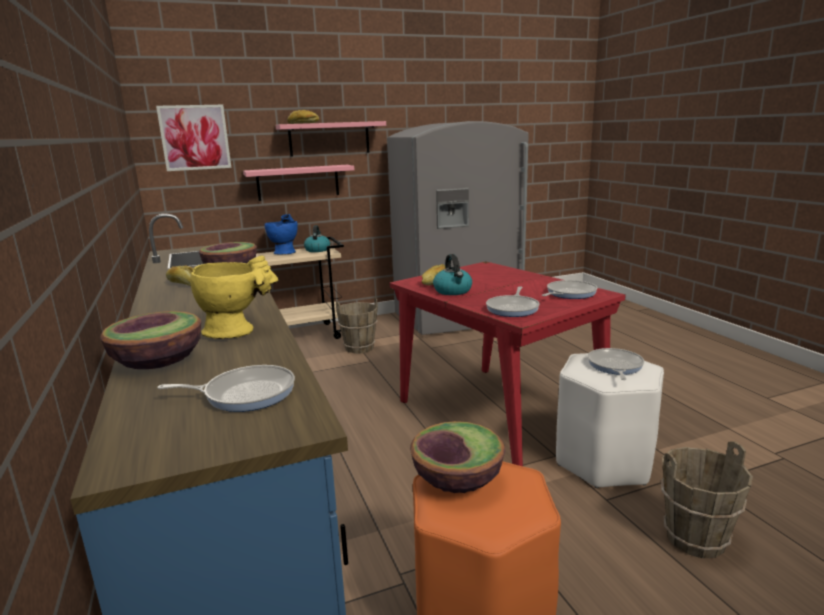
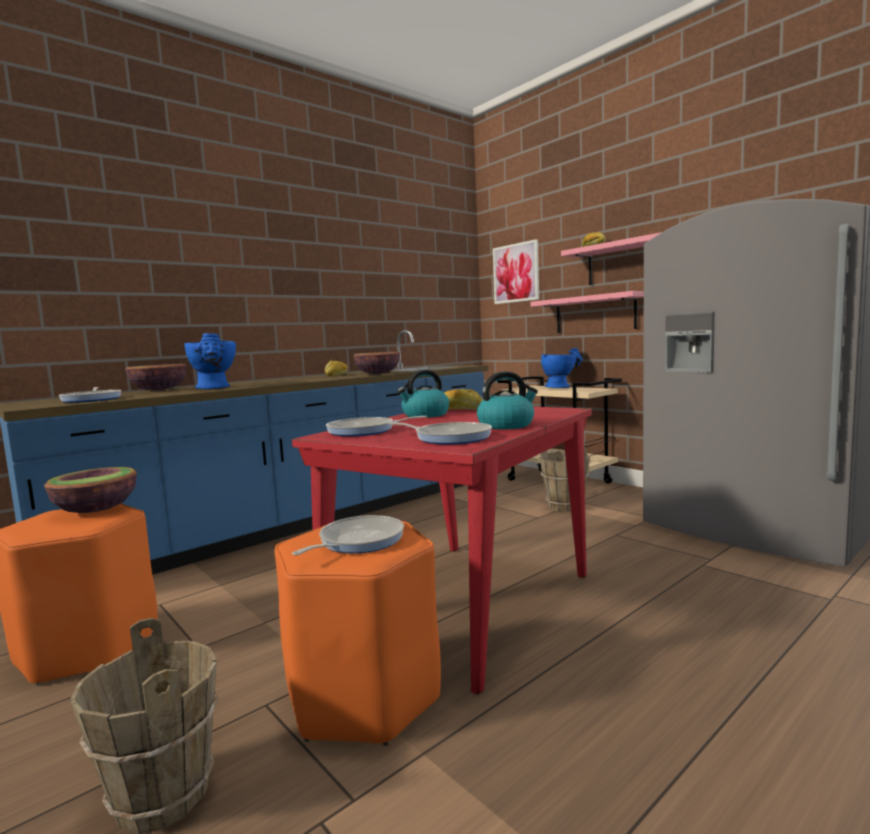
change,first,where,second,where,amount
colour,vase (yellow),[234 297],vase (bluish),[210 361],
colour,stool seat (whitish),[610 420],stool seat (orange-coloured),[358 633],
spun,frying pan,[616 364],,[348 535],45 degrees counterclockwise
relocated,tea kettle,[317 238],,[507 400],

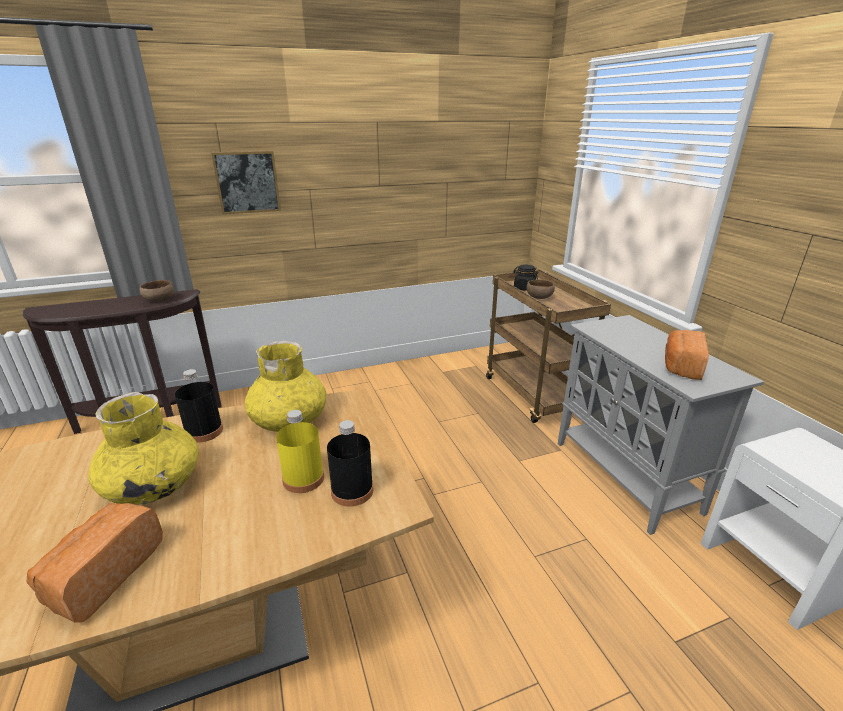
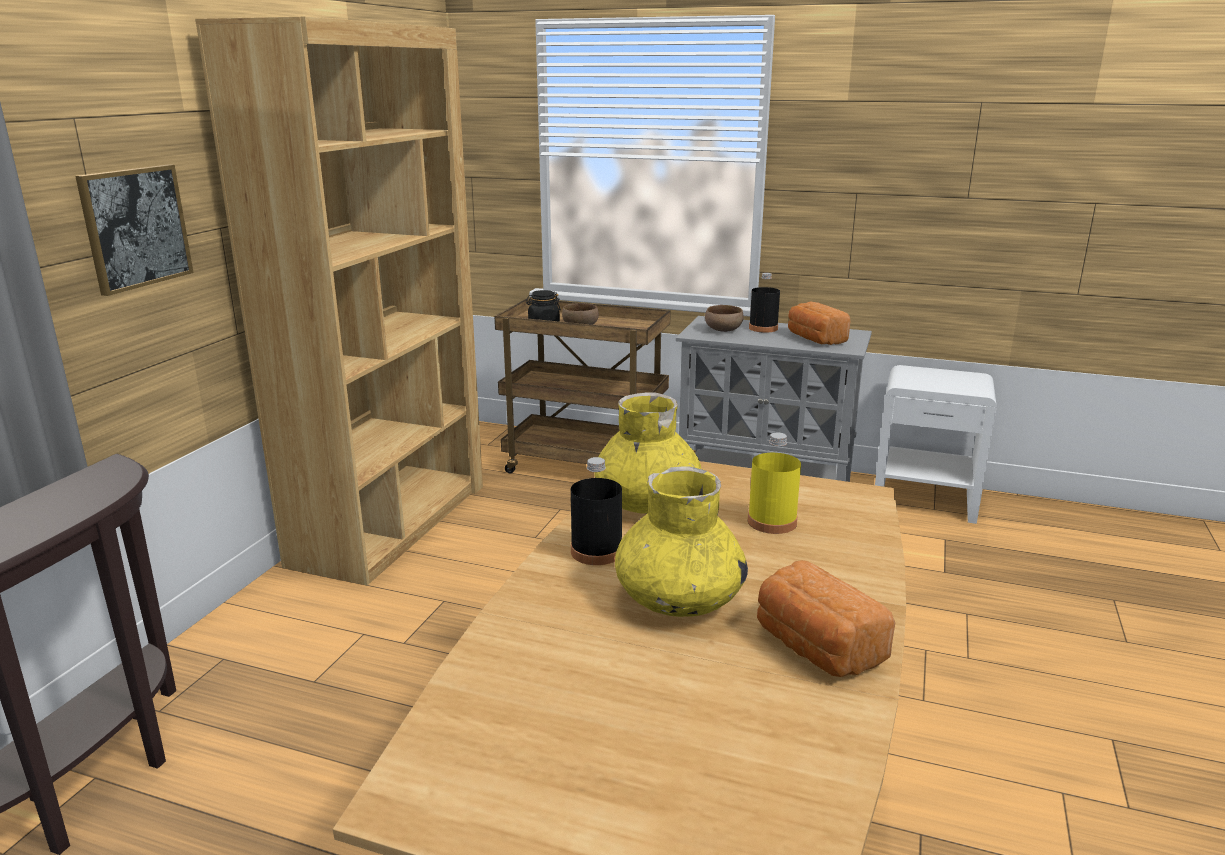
change,first,where,second,where,amount
appeared,,,shelving unit (brown),[339 300],
relocated,bowl (brown),[157 291],,[724 318],
relocated,drink bottle (black),[350 463],,[764 303],

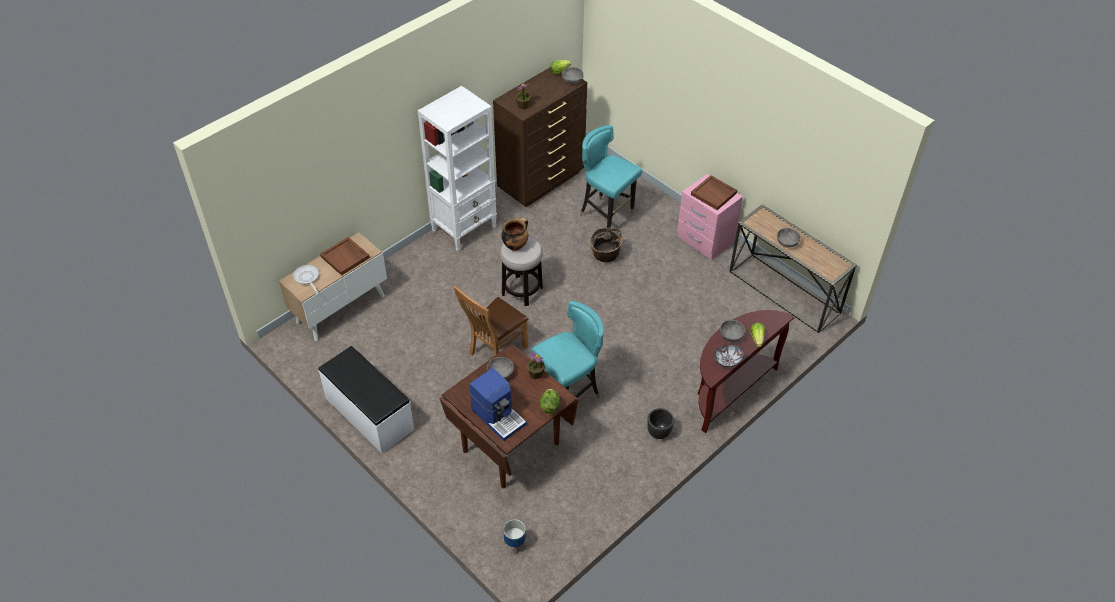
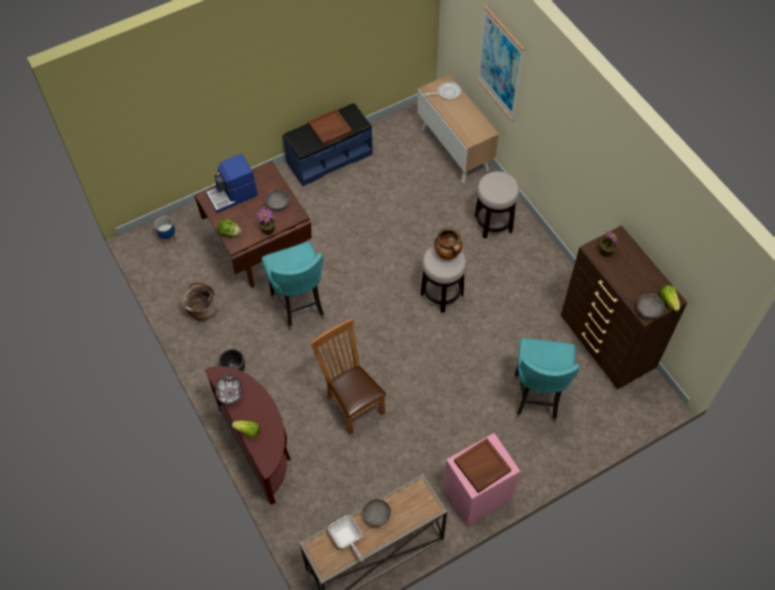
change,first,where,second,where,amount
relocated,basket,[606 245],,[199 301],
colour,long seat (whitish),[366 399],long seat (bluish),[328 144],
relocated,serving tray (brown),[345 256],,[330 127],
relocated,plain chair (brown),[491 321],,[348 376],
appeared,,,frying pan,[346 538],
appeared,,,stool seat,[497 205],
appeared,,,picture,[501 63],
spun,plain chair (turquoise-coloured),[611 176],,[547 380],135 degrees clockwise
missing,shelving unit (whitish),[457 169],,,
missing,bowl (gray),[732 331],,,

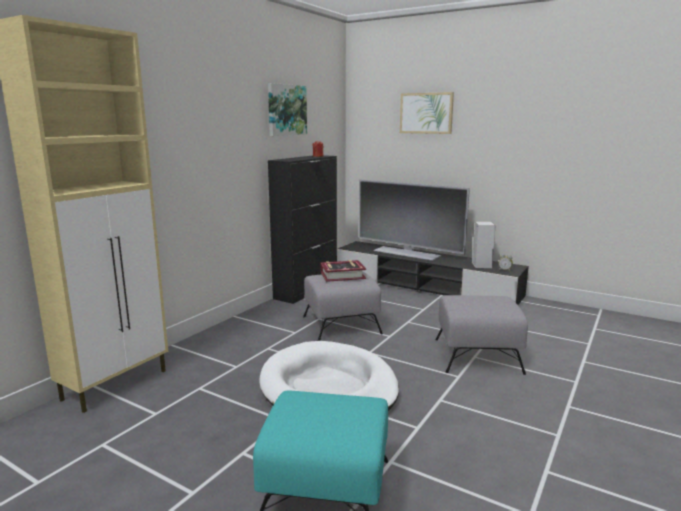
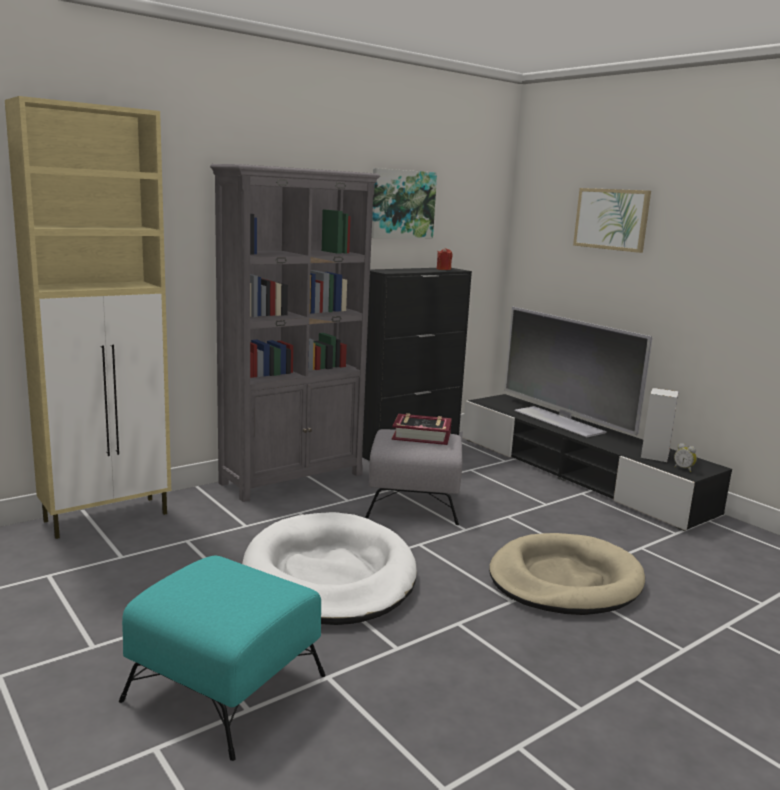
change,first,where,second,where,amount
appeared,,,shelving unit (gray),[295 333],
exchanged,pouffe (gray),[481 335],dog cushion (sand-coloured),[567 574],

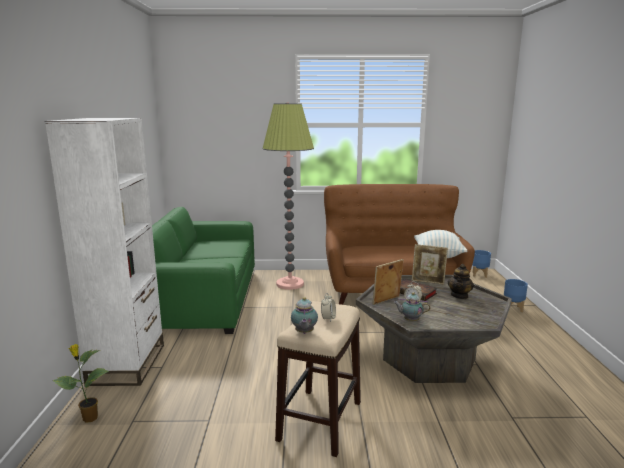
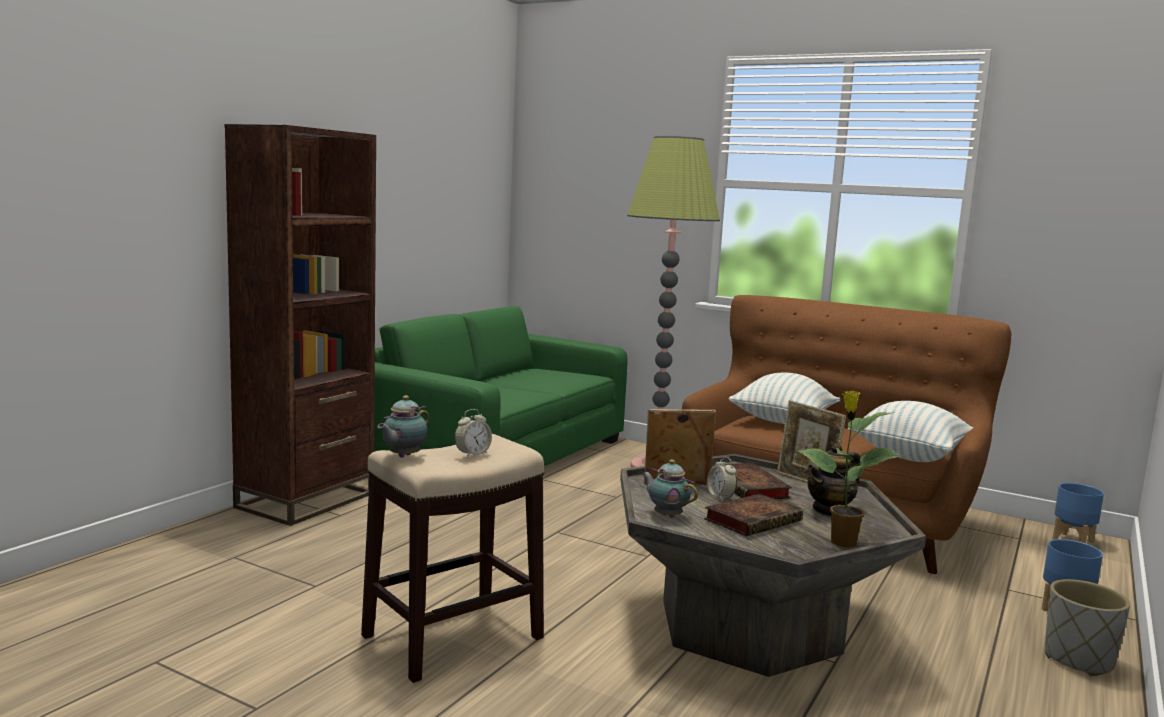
change,first,where,second,where,amount
colour,shelving unit (whitish),[104 252],shelving unit (brown),[300 325],
appeared,,,volume,[753 515],
appeared,,,cushion,[784 398],
relocated,potted plant,[81 383],,[850 469],
appeared,,,plant pot (gray),[1087 627],

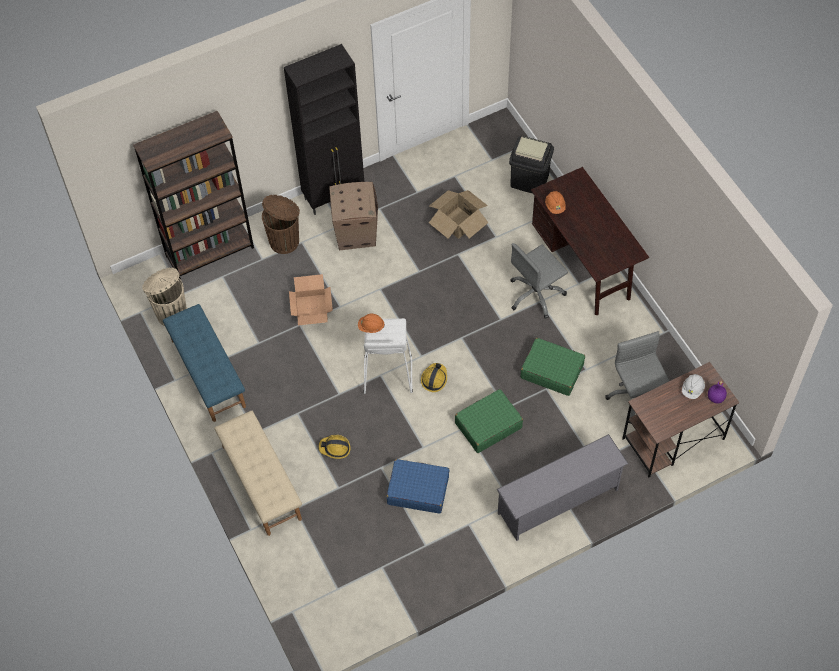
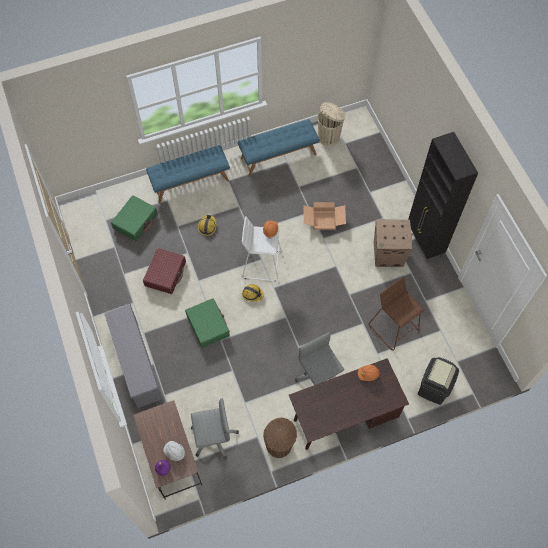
change,first,where,second,where,amount
relocated,suitcase (greenish),[552 367],,[134 218],
colour,suitcase (bluish),[417 486],suitcase (red),[164 271],
colour,long seat (sand-coloured),[258 473],long seat (bluish),[188 174],
relocated,waste bin (brown),[281 224],,[280 438],
exchanged,carton,[459 214],stool seat (brown),[396 314],
missing,shelving unit (brown),[193 195],,,

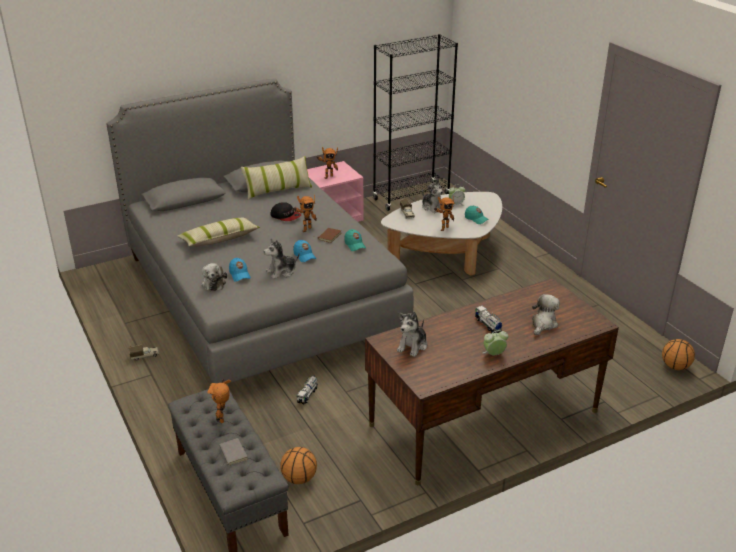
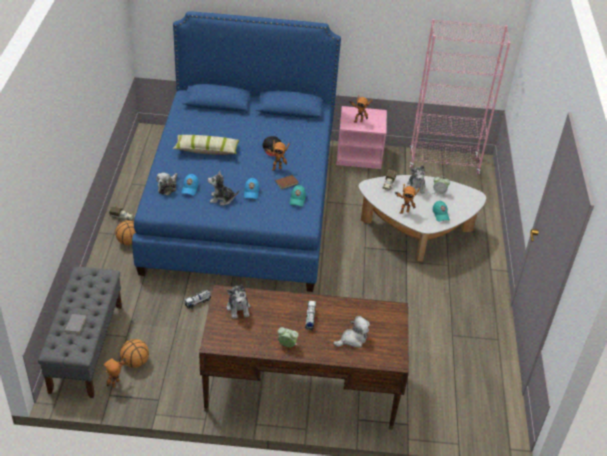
change,first,where,second,where,amount
relocated,robot figure,[219 400],,[115 373],
relocated,basketball ball,[678 354],,[125 232],
colour,bed (gray),[260 231],bed (bluish),[236 151],
spun,cuddly toy,[412 334],,[238 301],75 degrees counterclockwise
colour,shelving unit (black),[415 122],shelving unit (pinkish),[460 96],
missing,cushion,[276 178],,,

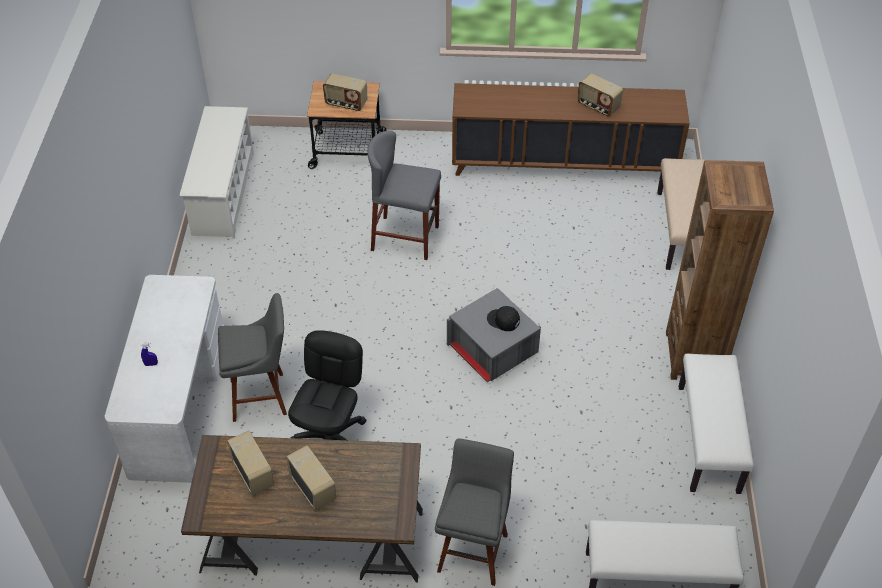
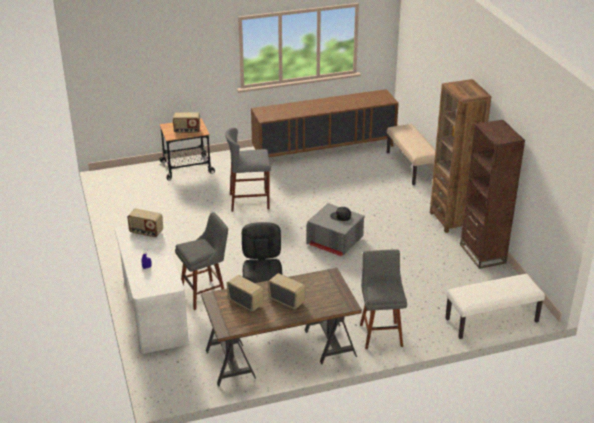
change,first,where,second,where,amount
relocated,radio receiver,[600 95],,[145 223],
exchanged,long seat (whitish),[716 423],shelving unit (brown),[492 194],
missing,shoe shelf (whitish),[217 172],,,

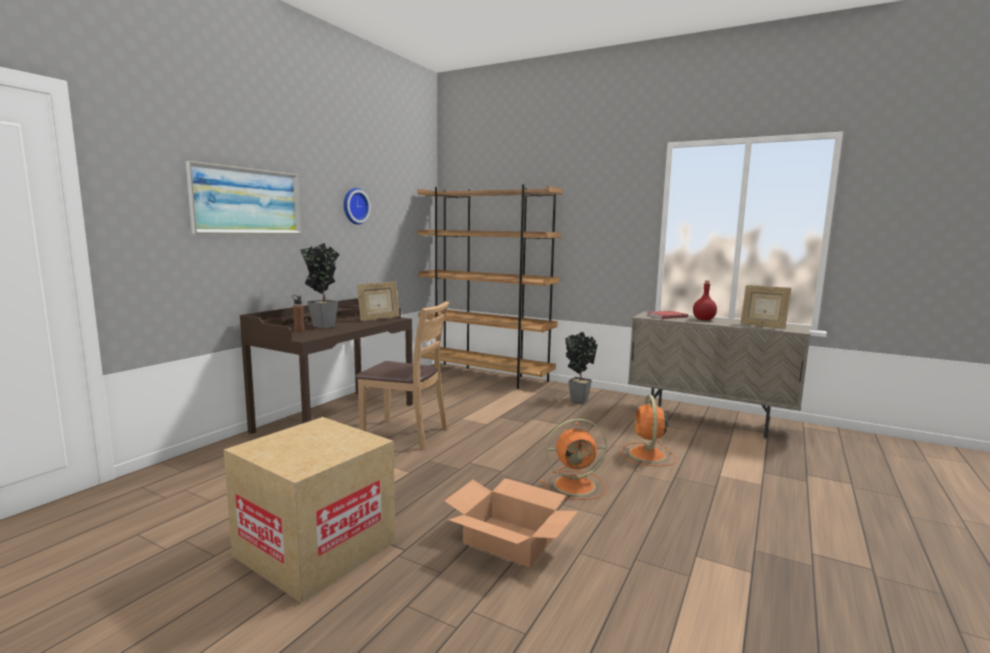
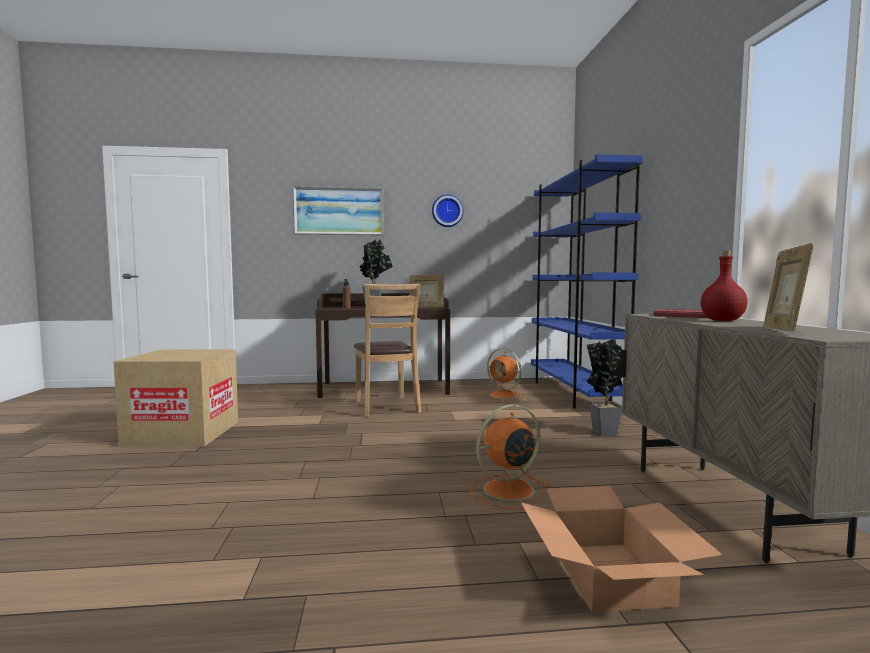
change,first,where,second,where,amount
relocated,fan (orange-coloured),[574 459],,[504 374],
relocated,carton,[511 522],,[621 549],
colour,shelving unit (brown),[490 286],shelving unit (bluish),[587 281],

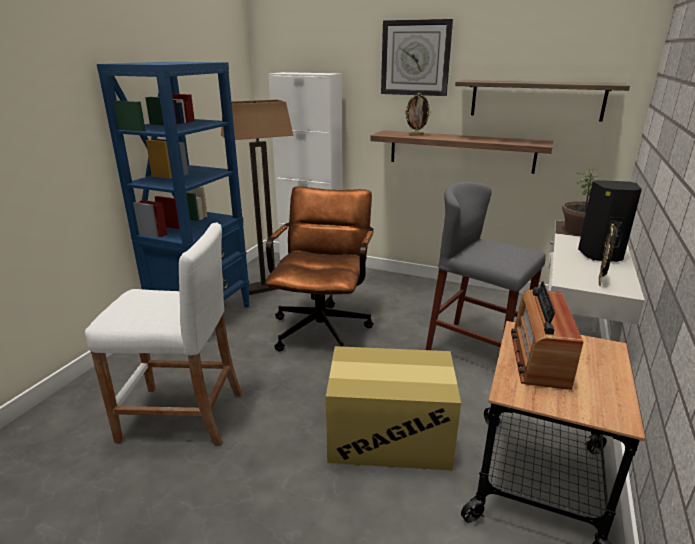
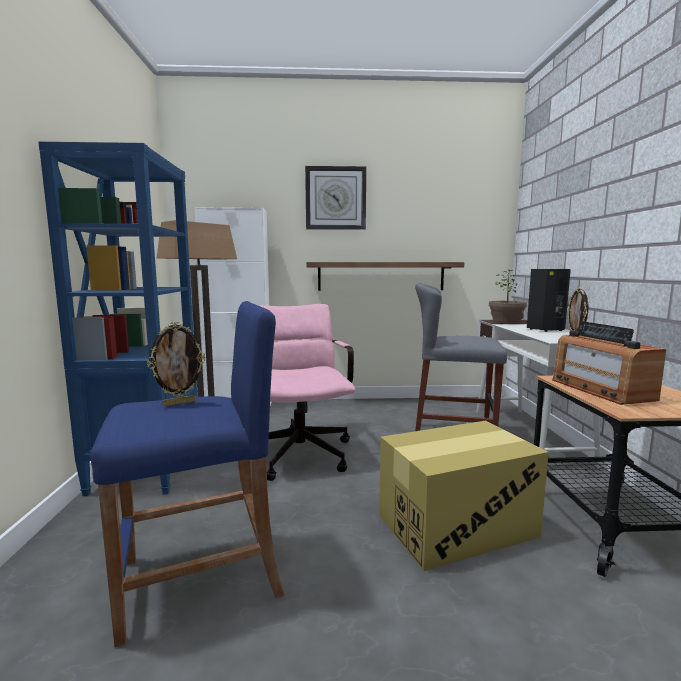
change,first,where,second,where,amount
colour,stool seat (whitish),[163 334],stool seat (bluish),[187 474],
relocated,photo frame,[418 114],,[176 364],
colour,desk chair (brown),[319 268],desk chair (pinkish),[307 392],
missing,bracket shelf,[542 100],,,

